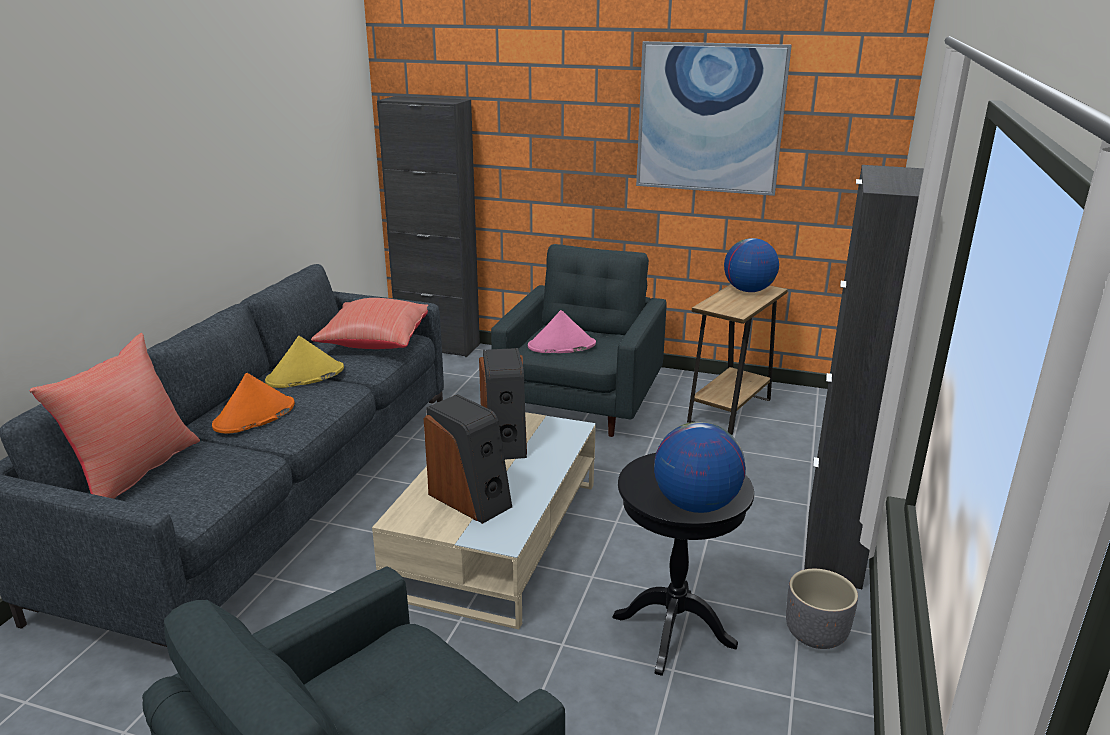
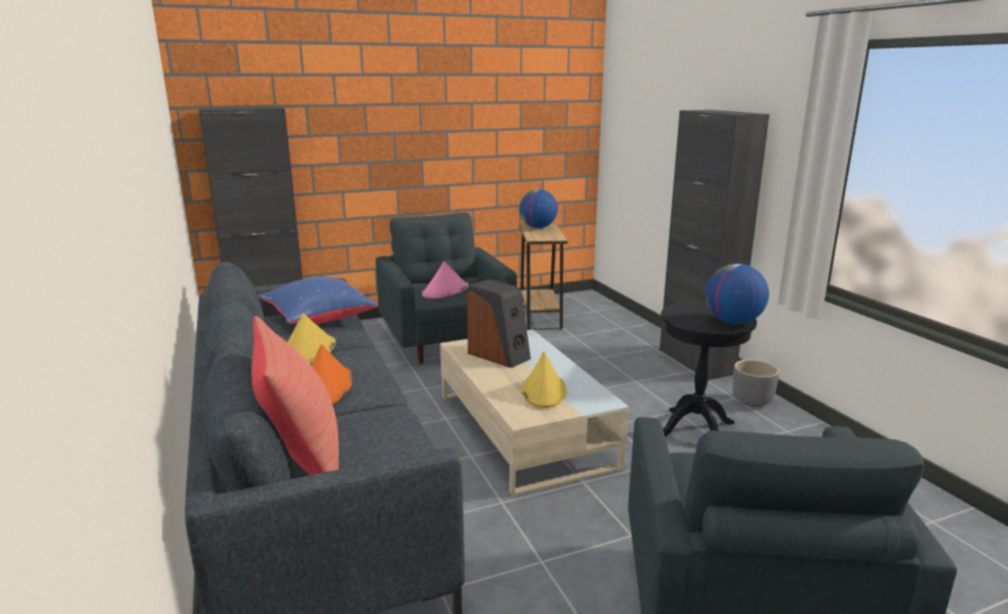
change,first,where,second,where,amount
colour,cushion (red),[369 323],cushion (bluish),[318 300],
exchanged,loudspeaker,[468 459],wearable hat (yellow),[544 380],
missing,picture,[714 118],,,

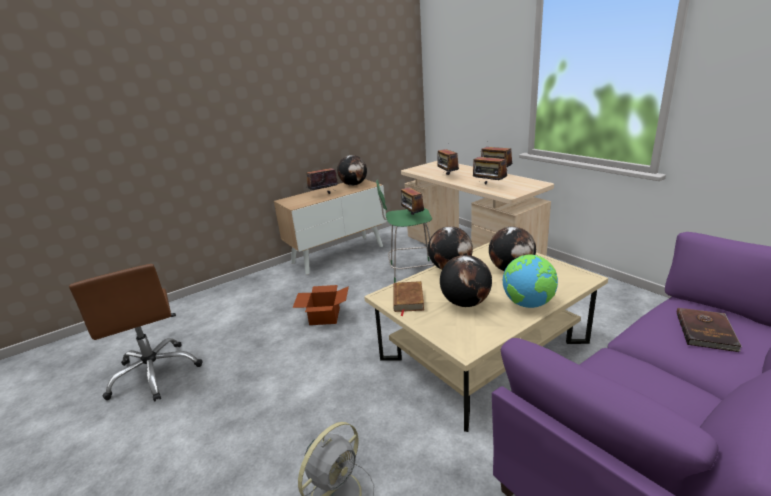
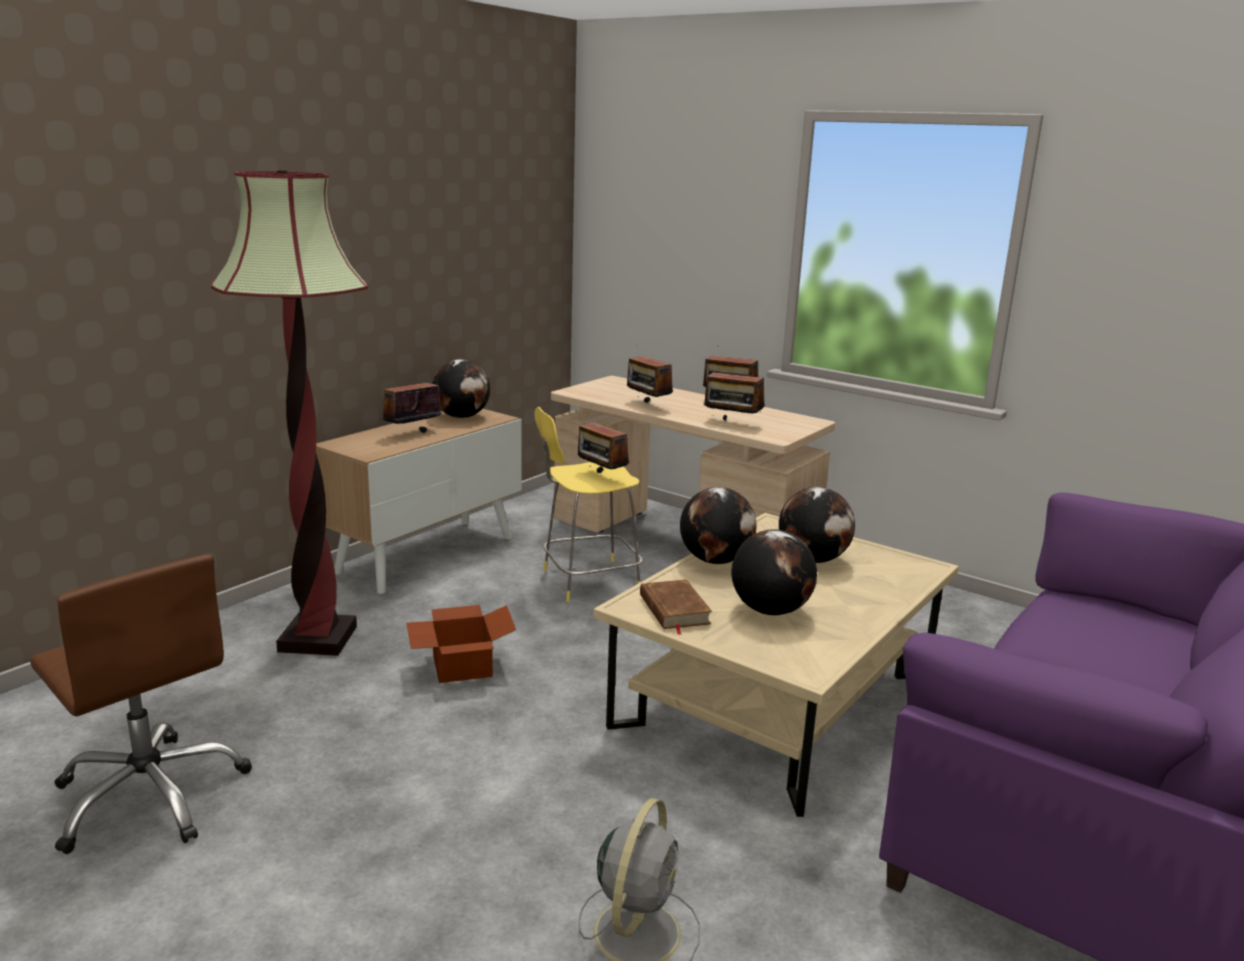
change,first,where,second,where,amount
appeared,,,floor lamp,[289 413],
colour,stool seat (greenish),[405 231],stool seat (yellow),[588 504],
missing,globe,[530 281],,,
missing,volume (brown),[709 330],,,

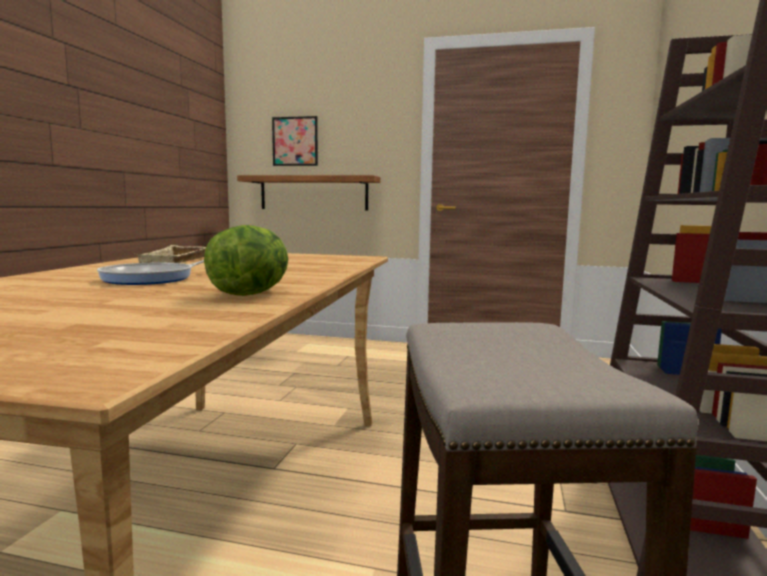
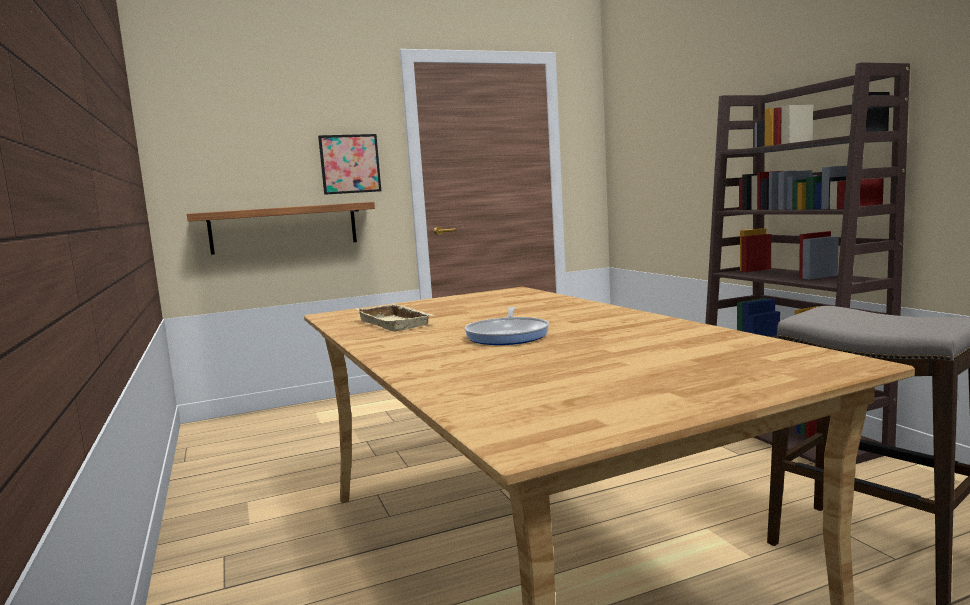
change,first,where,second,where,amount
relocated,picture,[295 141],,[349 164],
missing,lettuce head,[246 260],,,

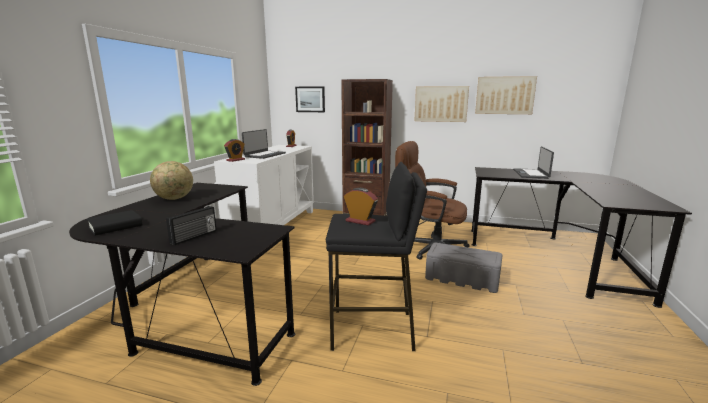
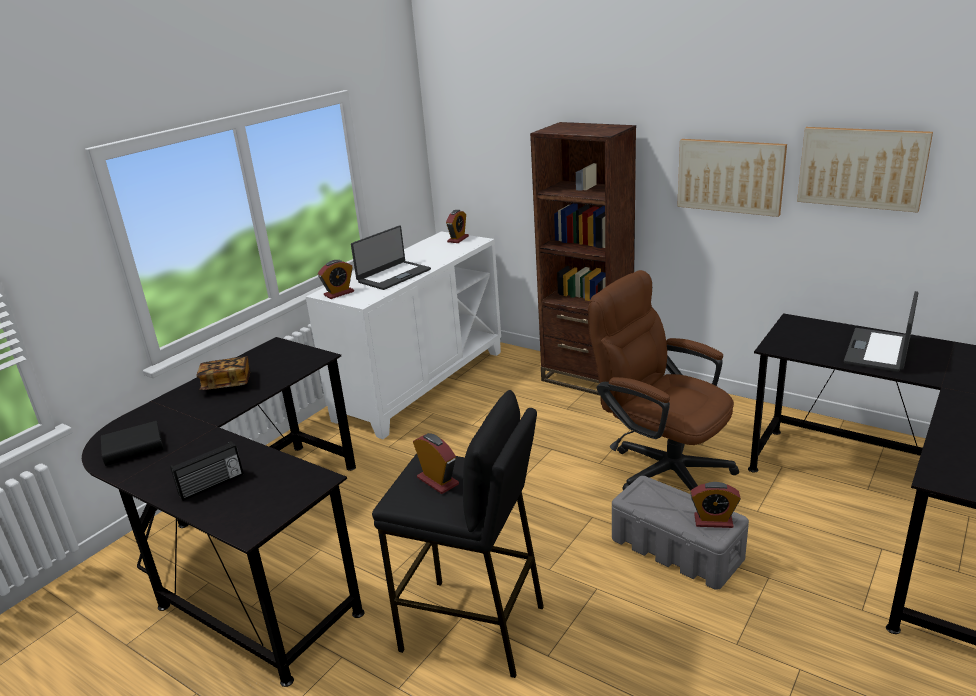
change,first,where,second,where,amount
exchanged,globe,[171 180],volume,[223 373],
appeared,,,bedside clock,[716 505],
missing,picture,[310 99],,,

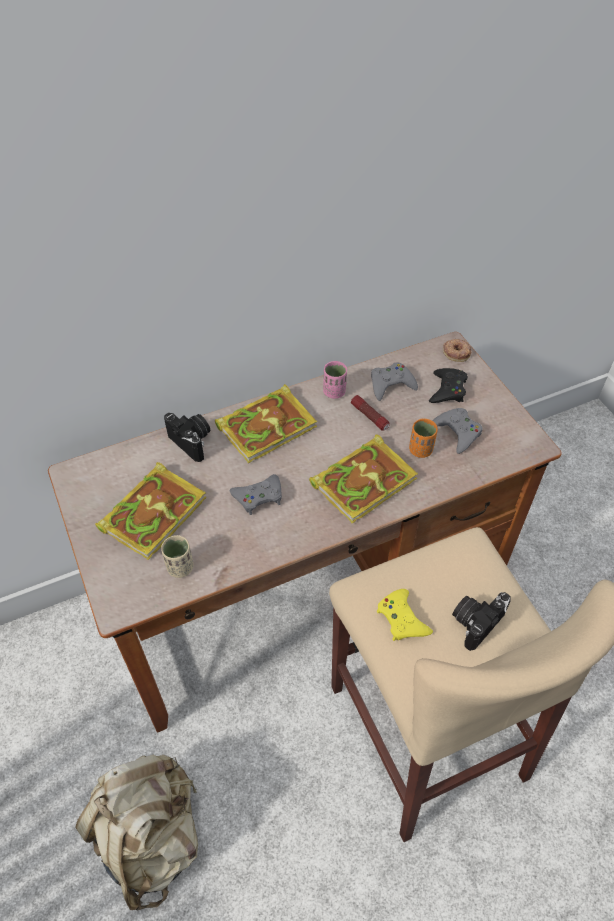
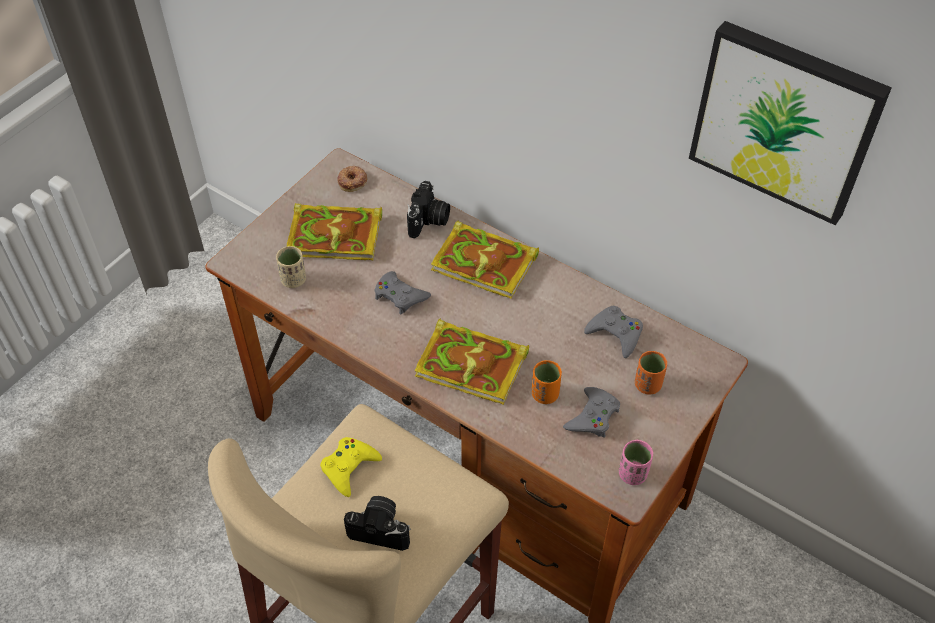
change,first,where,second,where,amount
relocated,donut,[457 350],,[352 179],
relocated,cup (pinkish),[335 380],,[636 462],
exchanged,gamepad (black),[448 385],cup (orange-coloured),[651 373],
appeared,,,picture,[790 123],
missing,knapsack (sand-coloured),[137 833],,,
missing,torch,[370 413],,,

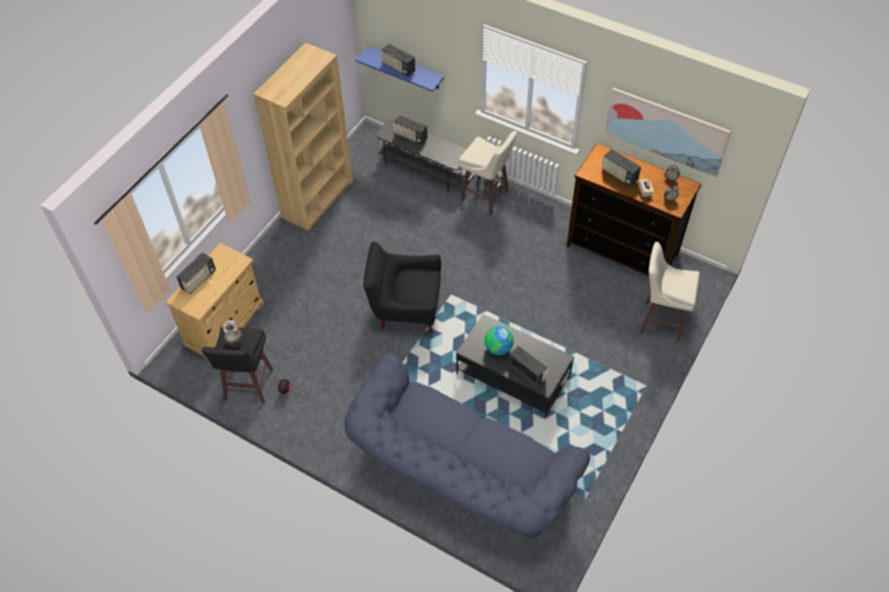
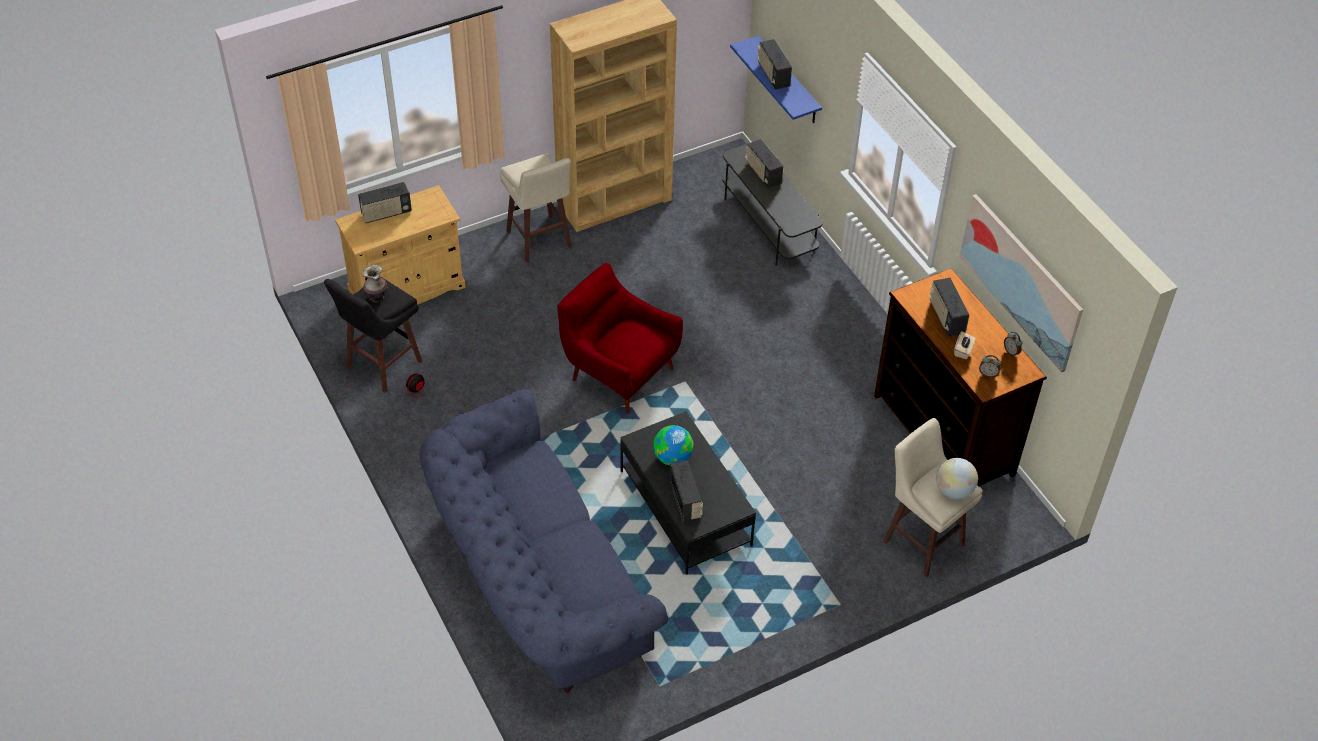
change,first,where,second,where,amount
relocated,stool seat (sand-coloured),[487 173],,[536 208],
colour,armchair (black),[402 288],armchair (red),[620 338],
appeared,,,globe,[957 478],

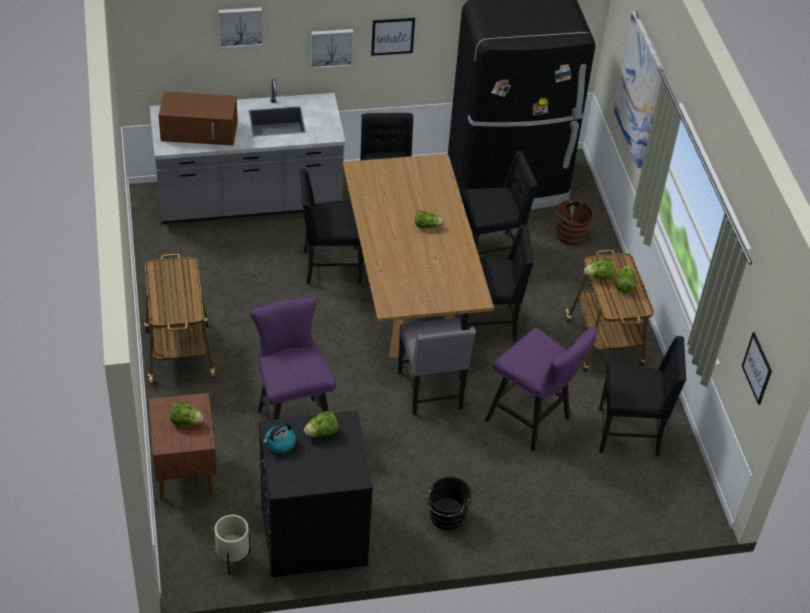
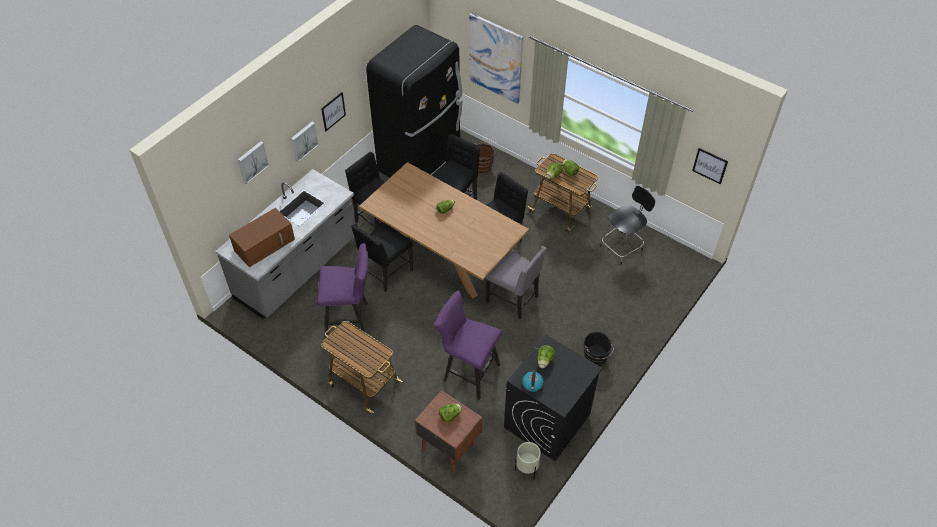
change,first,where,second,where,amount
relocated,stool seat (purple-coloured),[541 389],,[342 290],
exchanged,plain chair (black),[642 396],stool seat (black),[627 225],

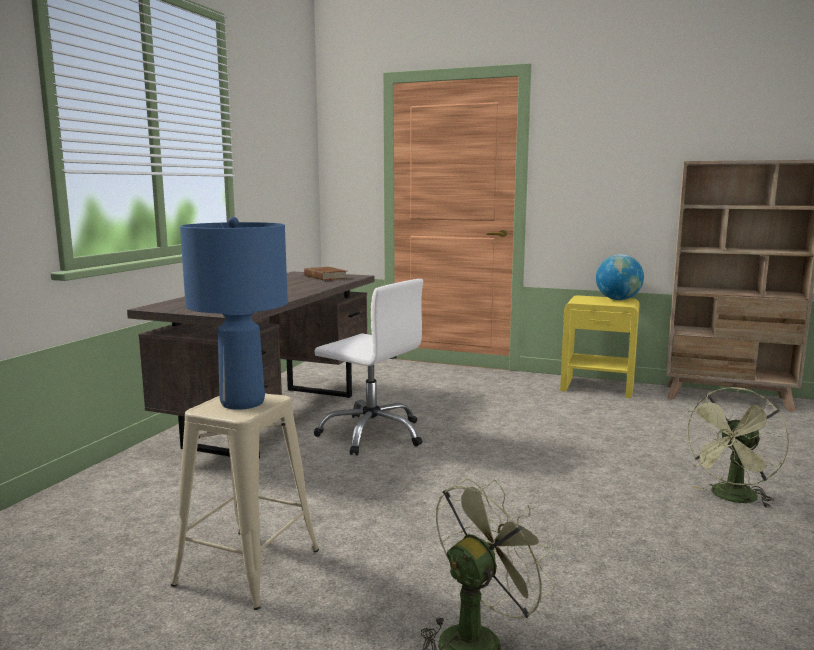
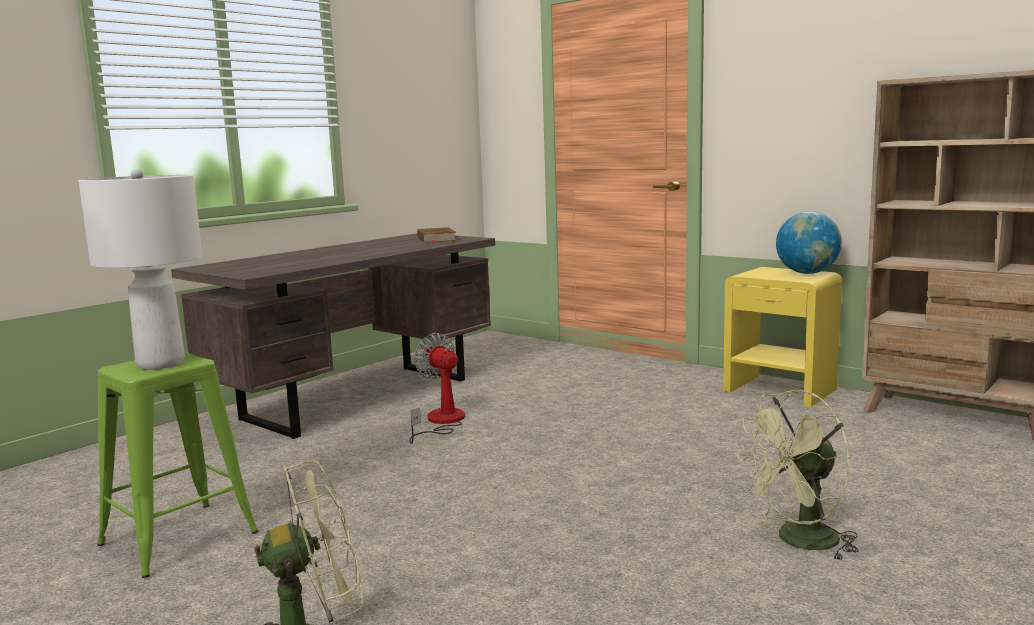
change,first,where,second,where,amount
colour,table lamp (bluish),[234 313],table lamp (whitish),[140 269],
colour,stool seat (sand-coloured),[245 502],stool seat (greenish),[177 465],
exchanged,desk chair (whitish),[368 367],fan,[437 388],

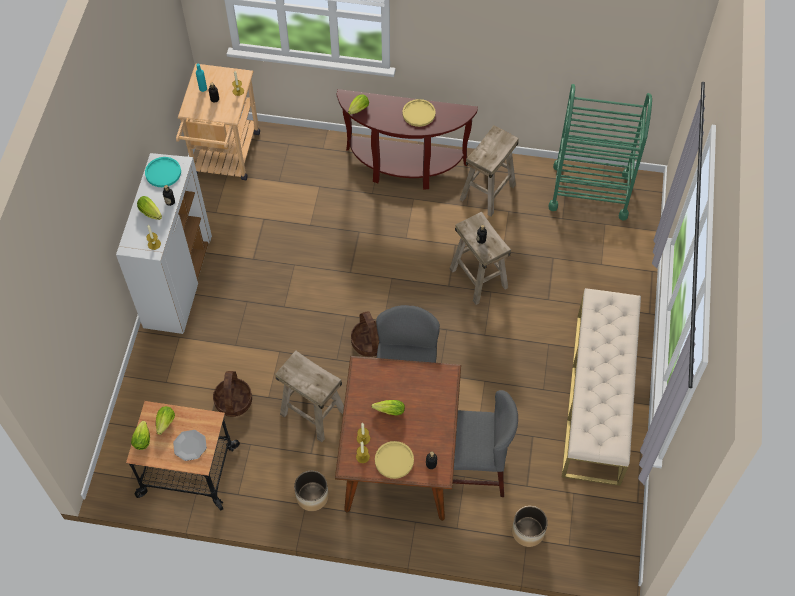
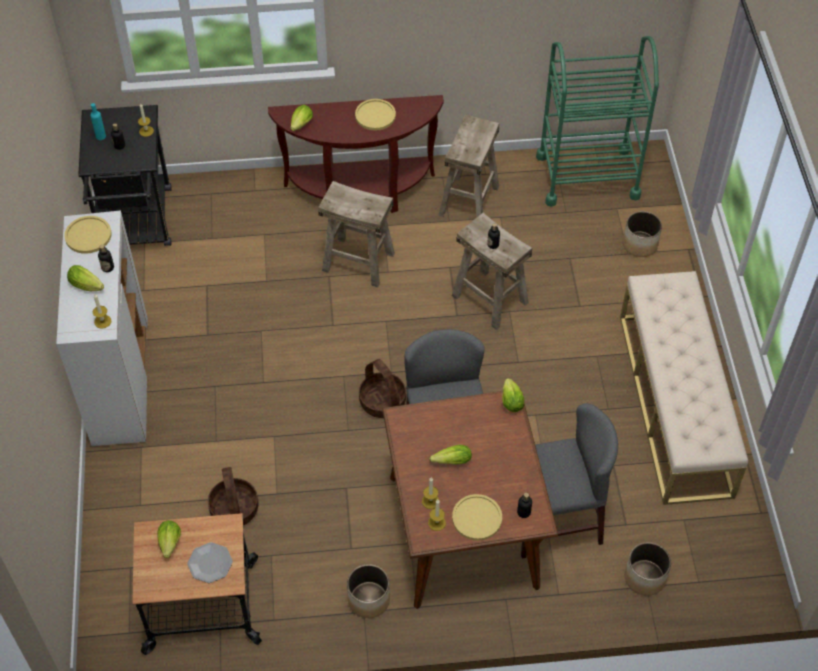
change,first,where,second,where,amount
colour,plate (turquoise-coloured),[163 172],plate (yellow),[88 235],
colour,cart (sand-coloured),[218 122],cart (black),[125 175],
relocated,stool seat (sand-coloured),[309 396],,[356 234],
relocated,lettuce head,[140 435],,[513 395],
appeared,,,plant pot,[642 234],

